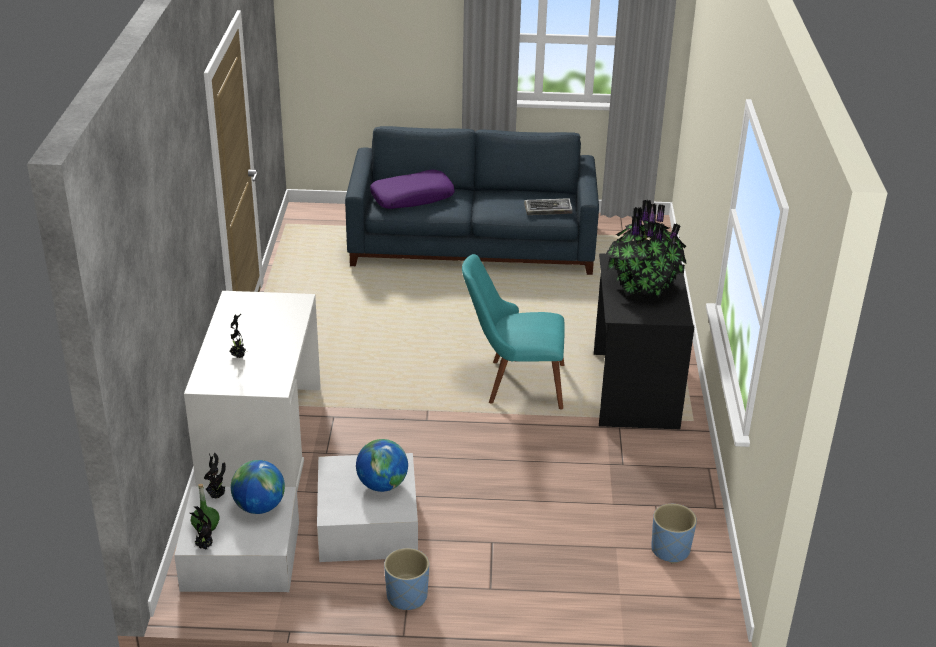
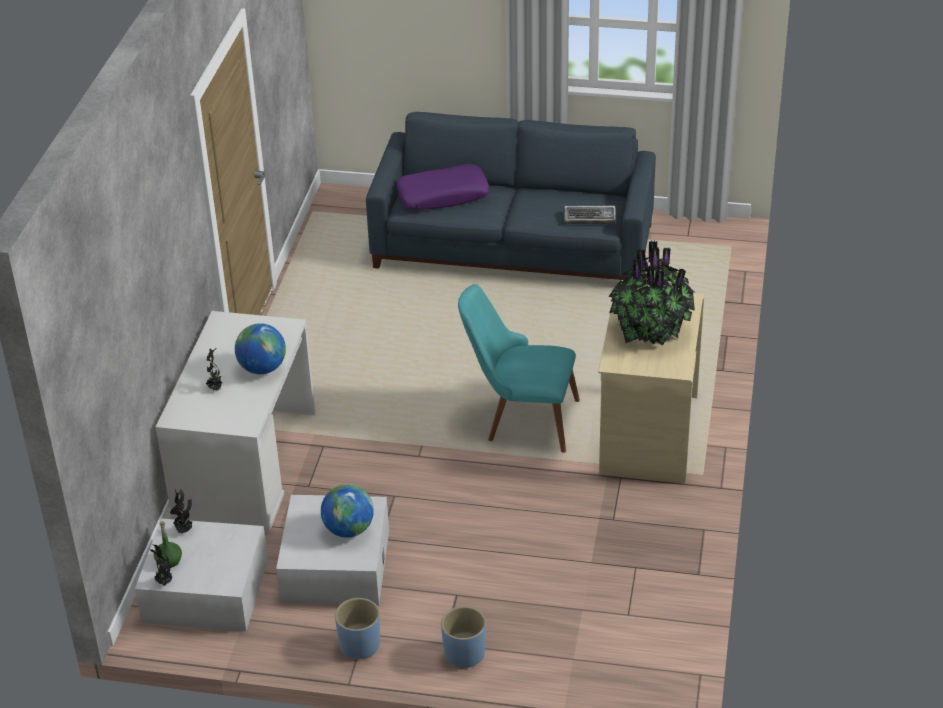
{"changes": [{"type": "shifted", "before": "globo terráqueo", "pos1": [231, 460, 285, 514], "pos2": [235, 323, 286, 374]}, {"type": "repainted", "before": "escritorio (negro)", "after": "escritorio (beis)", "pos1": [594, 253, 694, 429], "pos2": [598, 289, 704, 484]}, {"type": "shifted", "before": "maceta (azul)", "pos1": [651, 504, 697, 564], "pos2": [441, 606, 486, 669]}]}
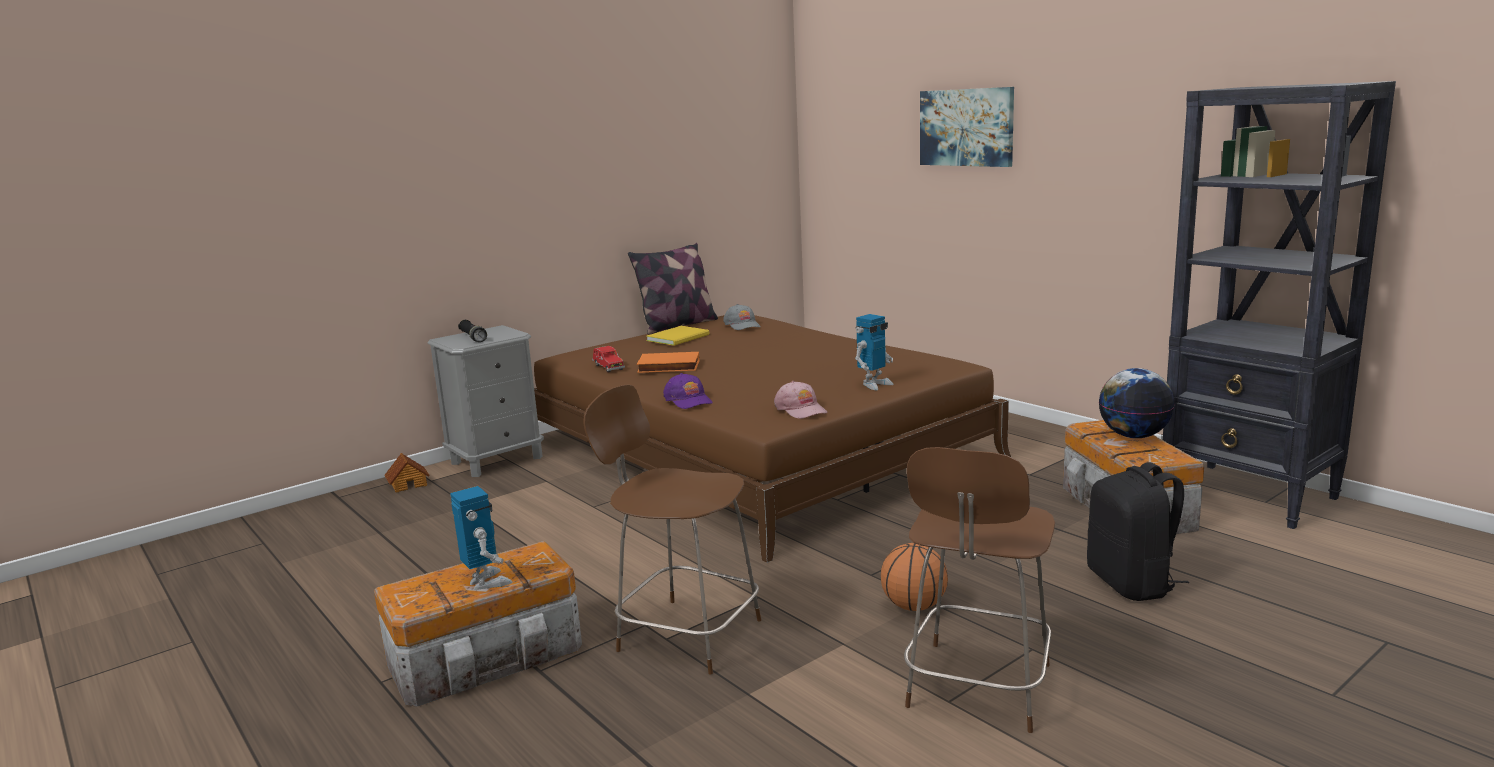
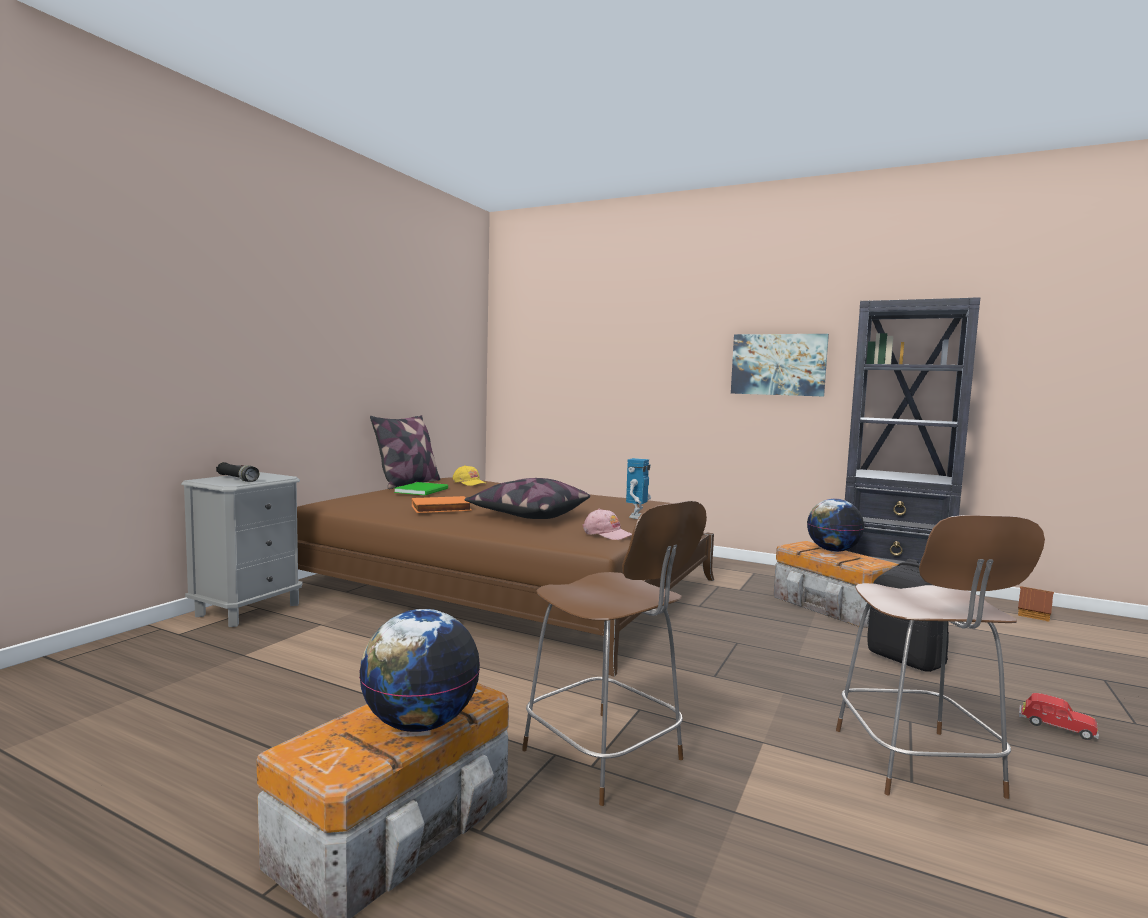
{"changes": [{"type": "shifted", "before": "casita", "pos1": [384, 453, 430, 493], "pos2": [1018, 586, 1054, 622]}, {"type": "swapped", "before": "robot de juguete", "after": "globo terráqueo", "pos1": [450, 486, 512, 590], "pos2": [359, 609, 480, 732]}, {"type": "rotated", "before": "silla (marrón)", "pos1": [583, 384, 761, 675], "pos2": [522, 501, 707, 806], "turn": -135}, {"type": "shifted", "before": "coche de juguete (rojo)", "pos1": [592, 346, 625, 373], "pos2": [1019, 693, 1099, 740]}, {"type": "repainted", "before": "libro (amarillo)", "after": "libro (verde)", "pos1": [647, 326, 710, 346], "pos2": [394, 482, 448, 495]}, {"type": "gone", "before": "gorra (morado)", "pos1": [663, 373, 713, 409]}, {"type": "repainted", "before": "gorra (gris)", "after": "gorra (amarillo)", "pos1": [723, 304, 761, 330], "pos2": [453, 465, 487, 486]}, {"type": "gone", "before": "balón de baloncesto", "pos1": [881, 543, 948, 611]}, {"type": "shifted", "before": "cuadro", "pos1": [920, 87, 1014, 167], "pos2": [731, 334, 829, 397]}, {"type": "new", "after": "cojín", "pos2": [464, 478, 590, 519]}]}
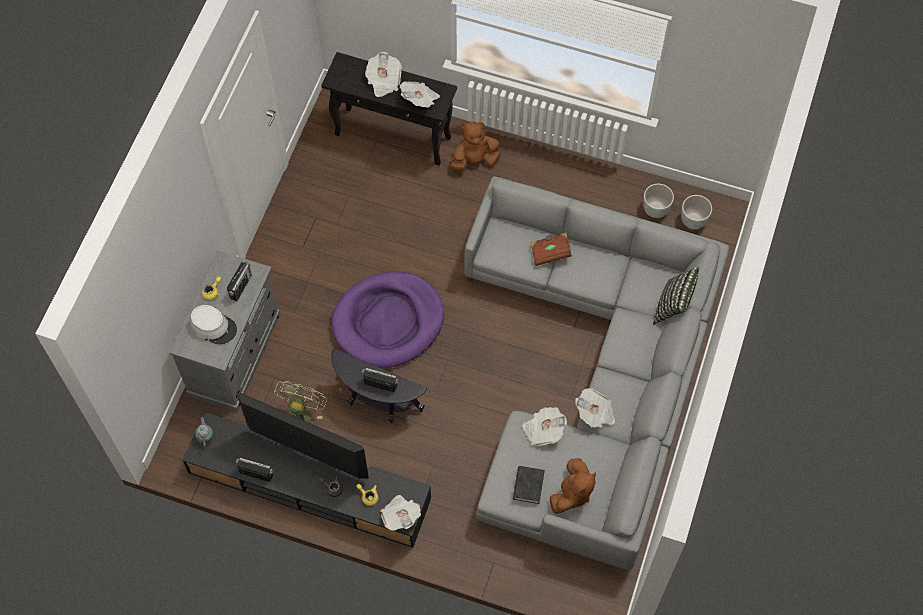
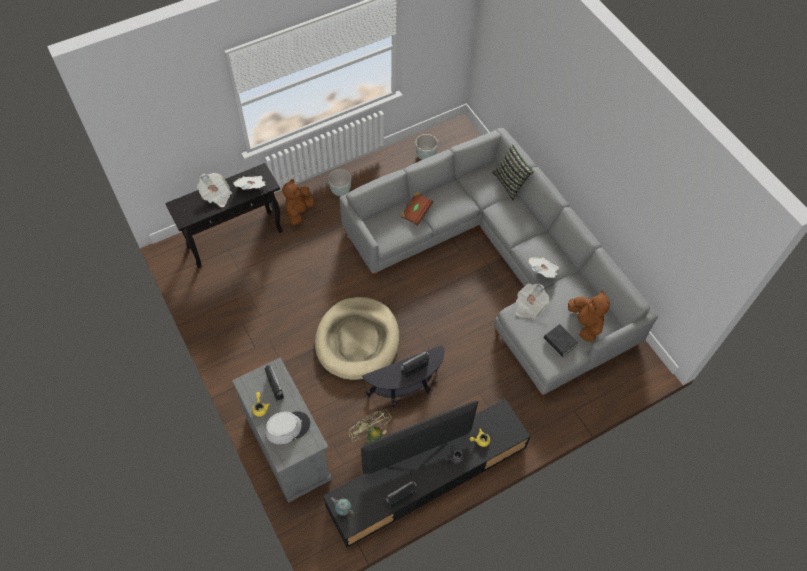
{"changes": [{"type": "repainted", "before": "cama para perro (morado)", "after": "cama para perro (beis)", "pos1": [331, 272, 444, 368], "pos2": [315, 297, 400, 380]}, {"type": "gone", "before": "periódico", "pos1": [380, 495, 421, 531]}, {"type": "shifted", "before": "maceta (gris)", "pos1": [681, 195, 712, 230], "pos2": [328, 169, 351, 196]}]}
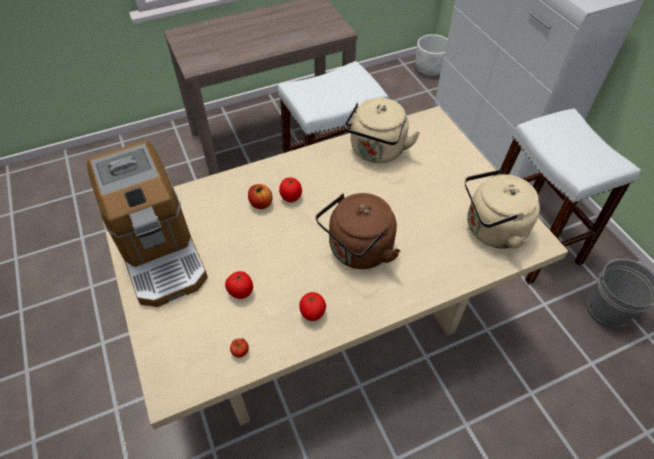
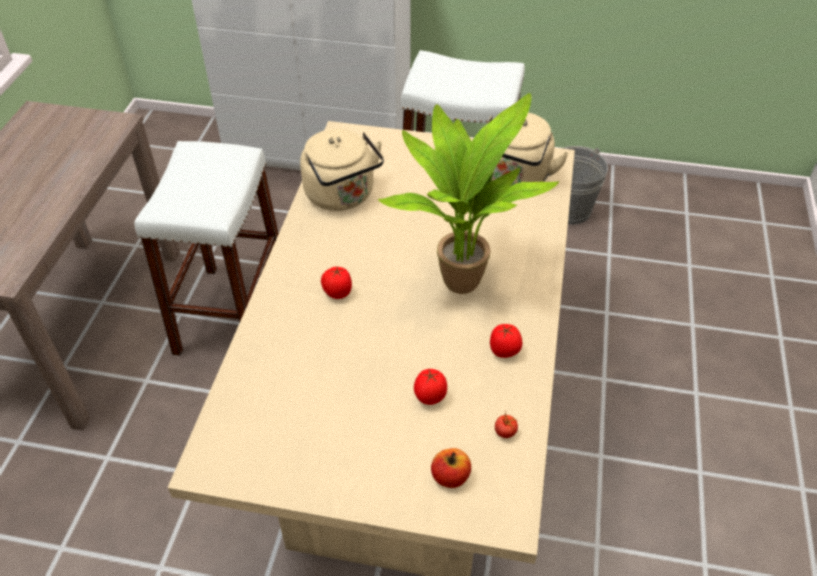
{"changes": [{"type": "gone", "before": "cafetera", "pos1": [87, 141, 208, 307]}, {"type": "shifted", "before": "manzana", "pos1": [248, 184, 273, 209], "pos2": [431, 448, 471, 488]}, {"type": "swapped", "before": "hervidor (marrón)", "after": "planta en maceta", "pos1": [316, 193, 401, 269], "pos2": [378, 93, 559, 294]}, {"type": "gone", "before": "maceta (blanco)", "pos1": [416, 34, 447, 76]}]}
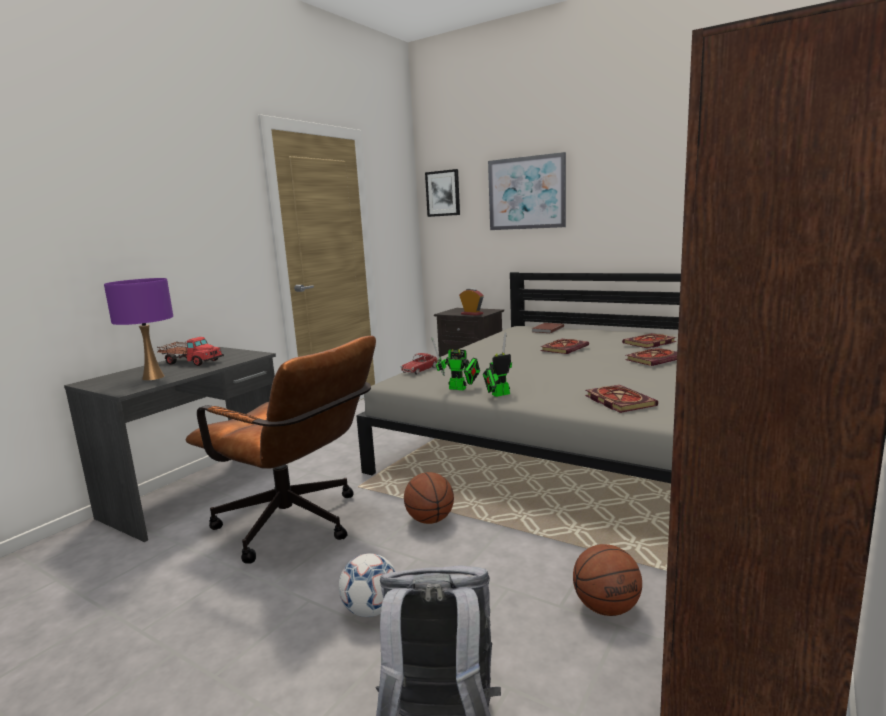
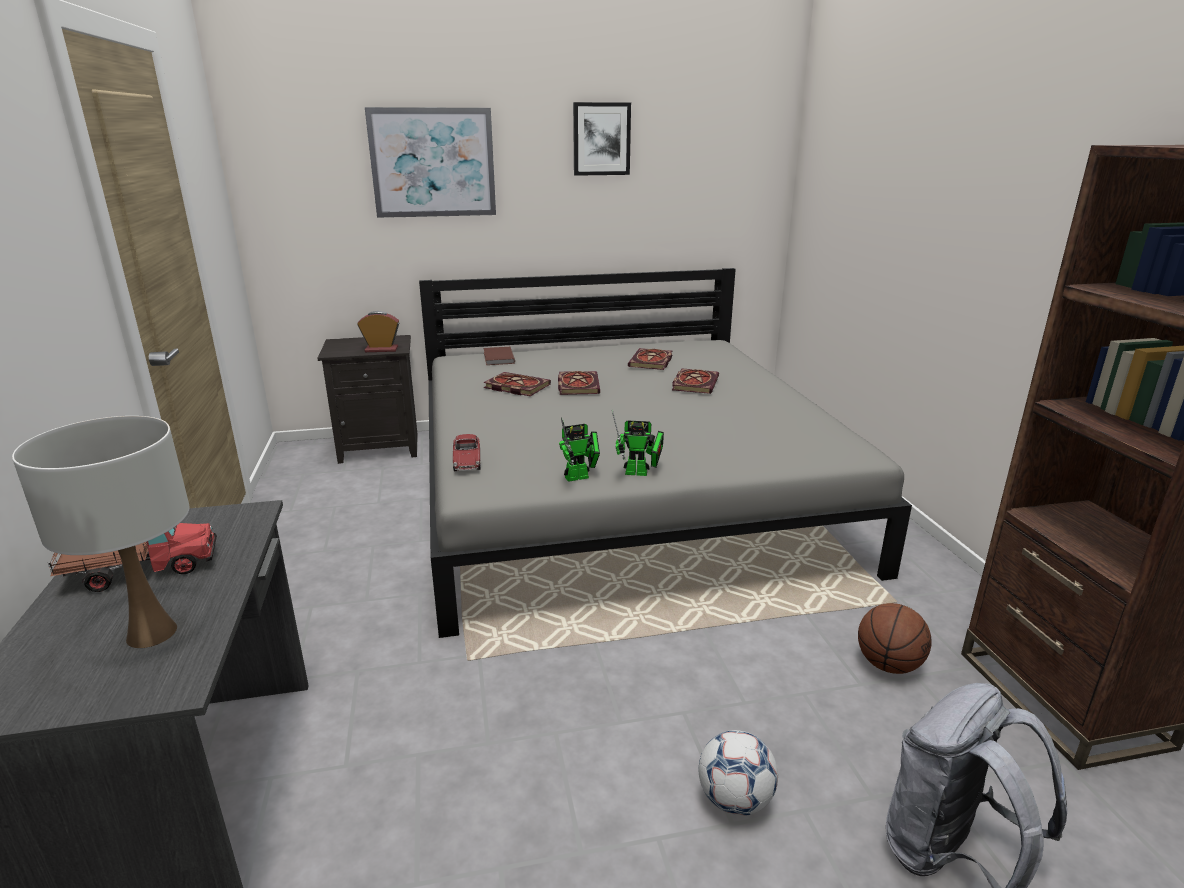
{"changes": [{"type": "repainted", "before": "lámpara de mesa (morado)", "after": "lámpara de mesa (blanco)", "pos1": [104, 278, 173, 381], "pos2": [12, 416, 190, 648]}, {"type": "gone", "before": "silla de oficina (marrón)", "pos1": [186, 336, 376, 564]}, {"type": "gone", "before": "balón de baloncesto", "pos1": [404, 472, 454, 524]}, {"type": "shifted", "before": "cuadro", "pos1": [425, 169, 460, 217], "pos2": [573, 102, 631, 176]}, {"type": "rotated", "before": "robot de juguete", "pos1": [483, 332, 512, 397], "pos2": [612, 410, 664, 476], "turn": -105}, {"type": "shifted", "before": "libro", "pos1": [585, 385, 658, 413], "pos2": [483, 372, 551, 396]}]}
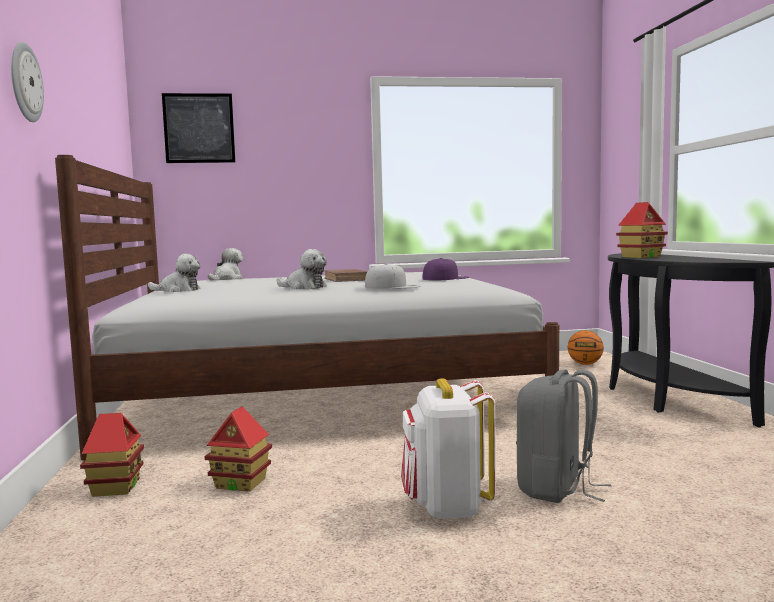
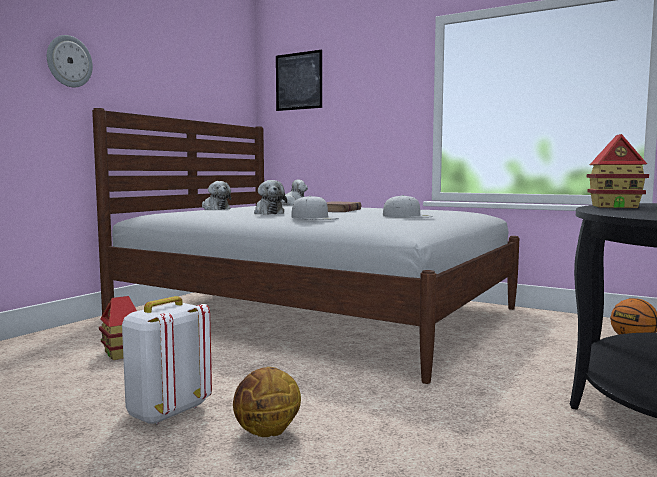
{"changes": [{"type": "gone", "before": "casita", "pos1": [80, 413, 144, 497]}, {"type": "repainted", "before": "gorra (morado)", "after": "gorra (blanco)", "pos1": [423, 258, 469, 280], "pos2": [383, 195, 433, 218]}, {"type": "swapped", "before": "mochila (gris)", "after": "balón de baloncesto", "pos1": [516, 370, 611, 503], "pos2": [233, 367, 301, 437]}]}
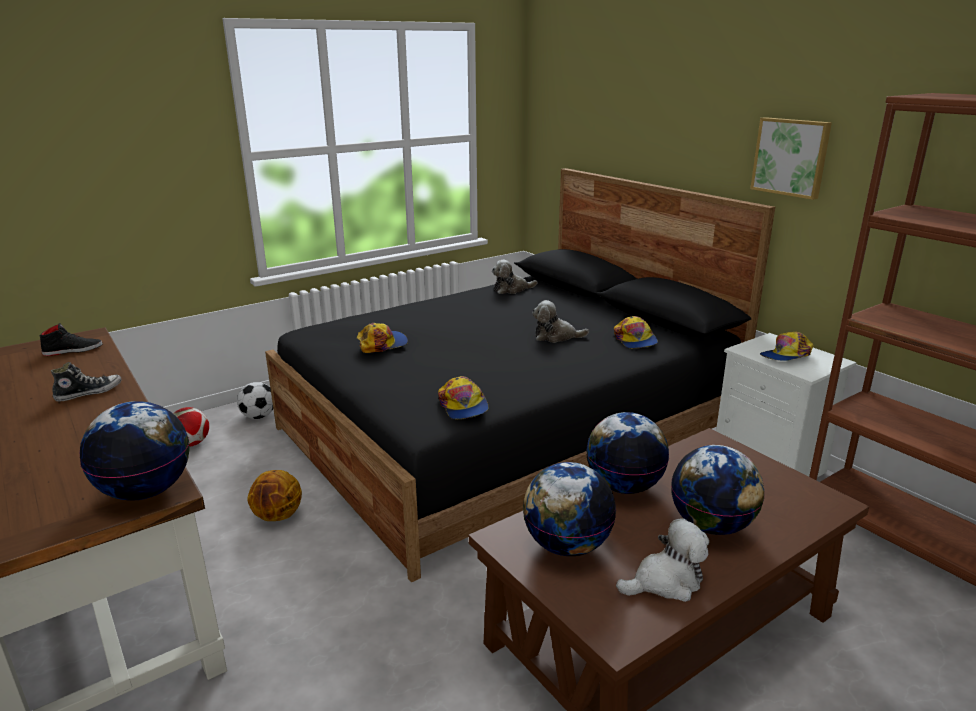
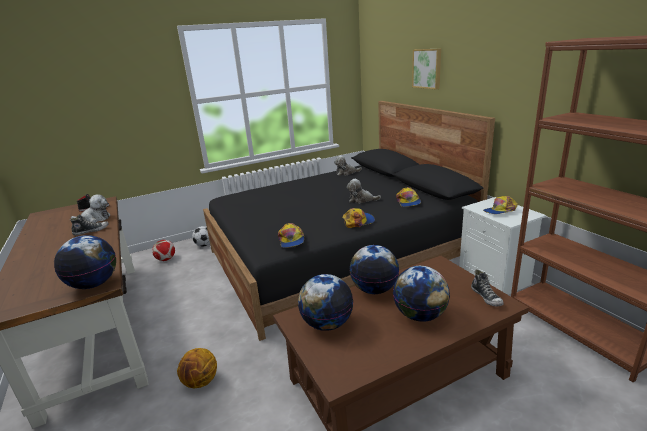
{"changes": [{"type": "shifted", "before": "balón de baloncesto", "pos1": [247, 470, 302, 521], "pos2": [177, 348, 217, 388]}, {"type": "shifted", "before": "gorra", "pos1": [357, 323, 408, 353], "pos2": [342, 208, 375, 228]}, {"type": "shifted", "before": "peluche", "pos1": [616, 518, 709, 602], "pos2": [71, 194, 110, 223]}, {"type": "shifted", "before": "cuadro", "pos1": [750, 117, 832, 200], "pos2": [412, 49, 441, 89]}, {"type": "new", "after": "zapato", "pos2": [471, 269, 504, 306]}]}
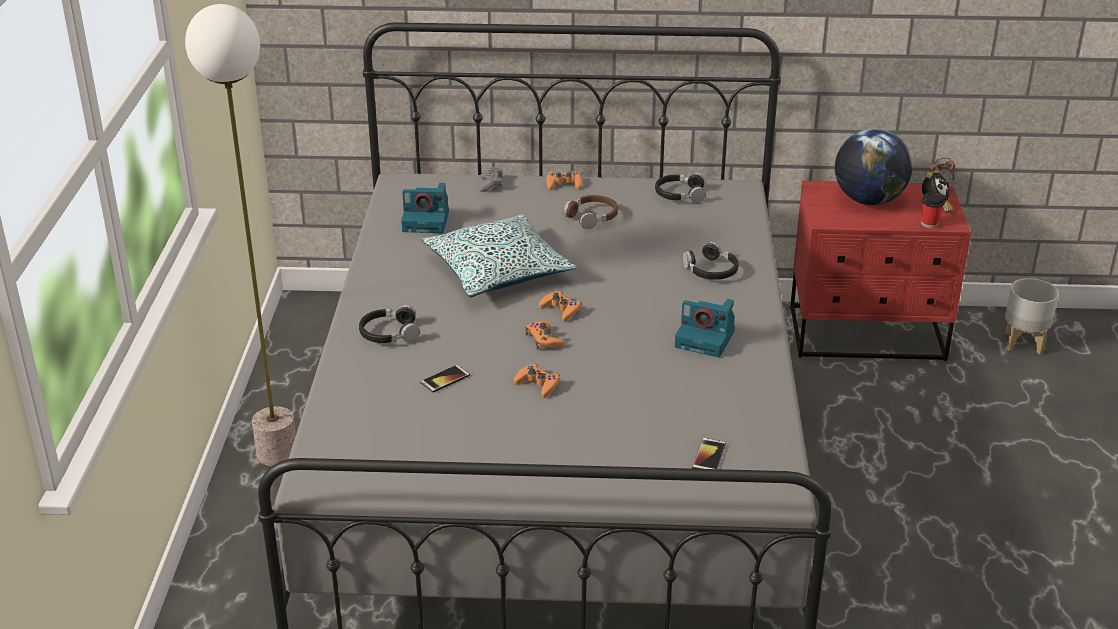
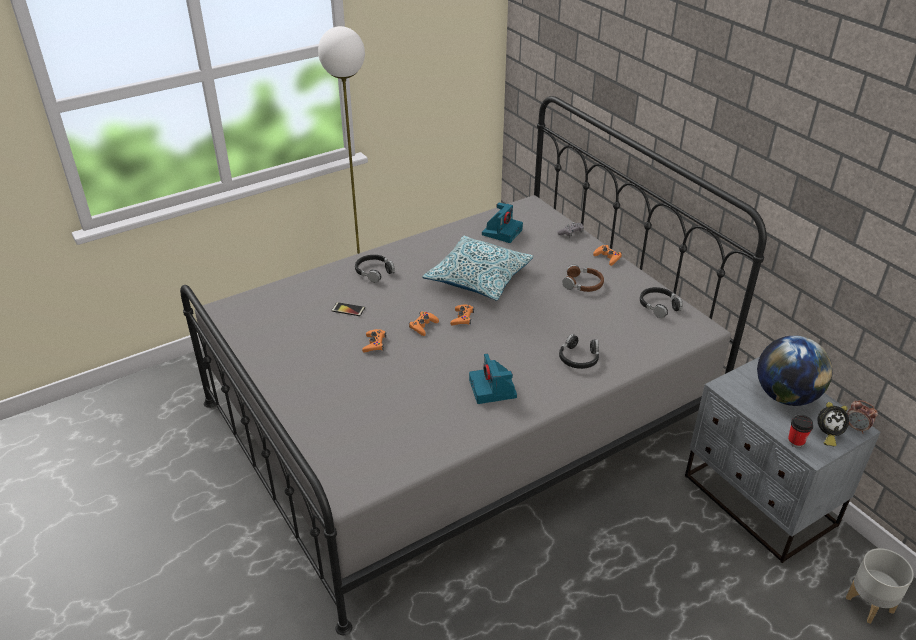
{"changes": [{"type": "rotated", "before": "cámara", "pos1": [401, 183, 449, 233], "pos2": [482, 203, 523, 243], "turn": -120}, {"type": "gone", "before": "móvil", "pos1": [692, 438, 726, 469]}, {"type": "repainted", "before": "mesita de noche (rojo)", "after": "mesita de noche (gris)", "pos1": [790, 181, 971, 361], "pos2": [685, 357, 880, 563]}]}
